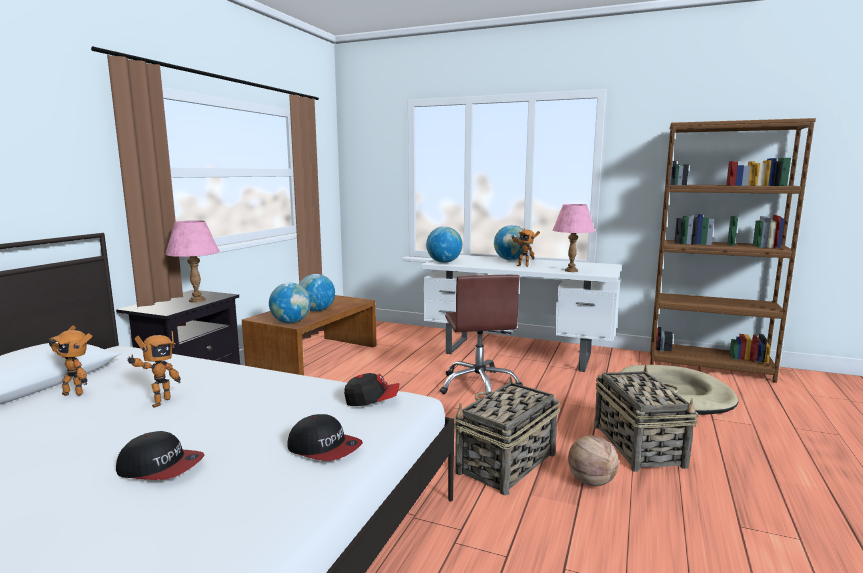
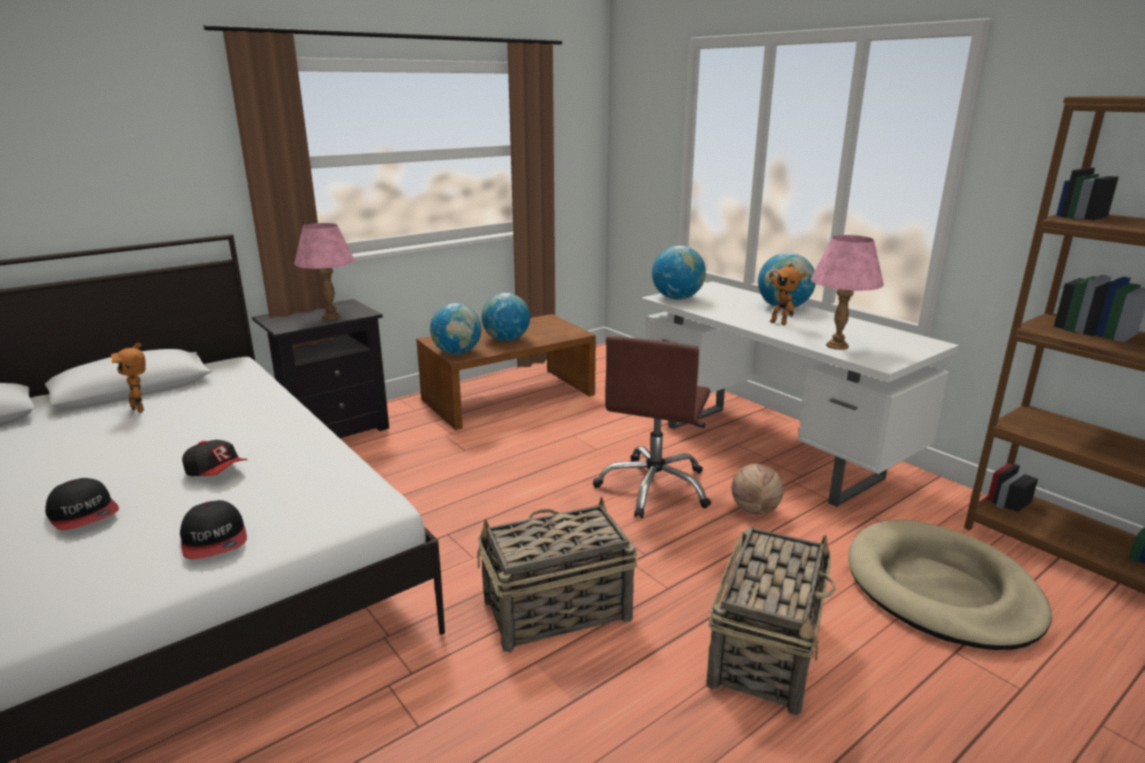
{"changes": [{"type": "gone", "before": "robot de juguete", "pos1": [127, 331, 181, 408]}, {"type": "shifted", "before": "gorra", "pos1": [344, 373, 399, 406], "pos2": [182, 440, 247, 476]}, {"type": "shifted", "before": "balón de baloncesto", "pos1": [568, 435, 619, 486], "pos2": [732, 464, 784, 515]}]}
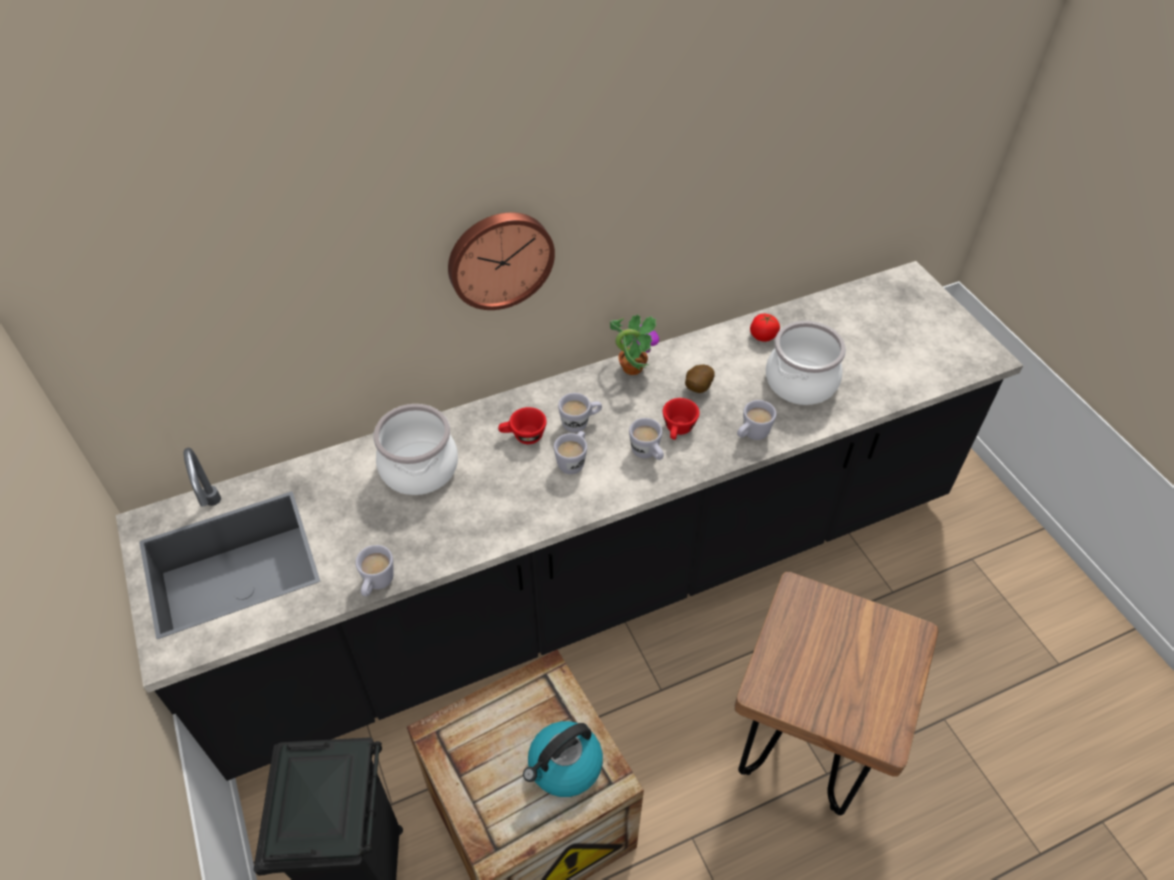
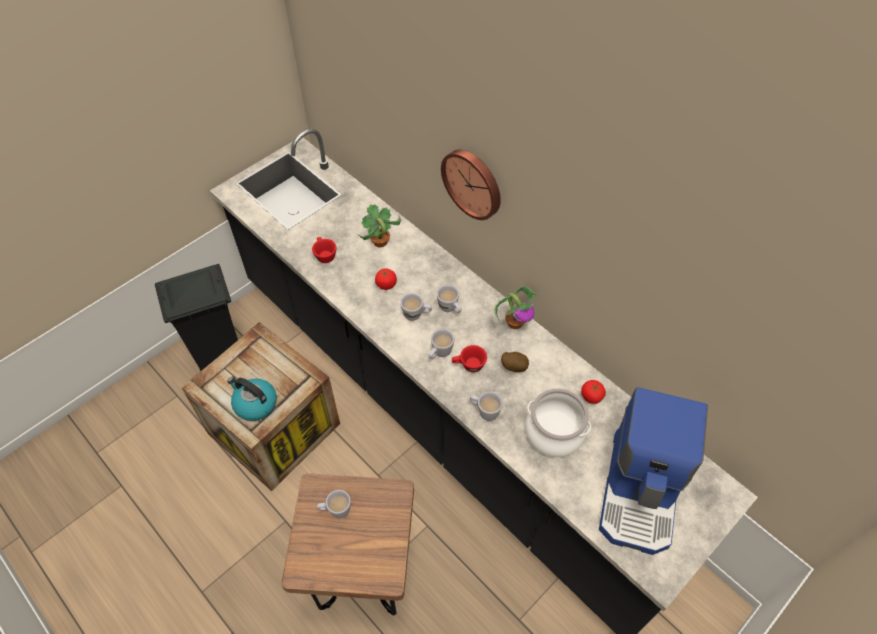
{"changes": [{"type": "shifted", "before": "taza grande (blanco)", "pos1": [355, 545, 394, 597], "pos2": [317, 490, 351, 518]}, {"type": "swapped", "before": "olla", "after": "planta en maceta", "pos1": [373, 404, 458, 495], "pos2": [357, 204, 401, 248]}, {"type": "shifted", "before": "taza (rojo)", "pos1": [498, 407, 547, 444], "pos2": [312, 237, 336, 263]}, {"type": "new", "after": "tomate", "pos2": [375, 268, 397, 290]}, {"type": "new", "after": "cafetera", "pos2": [599, 387, 708, 555]}]}
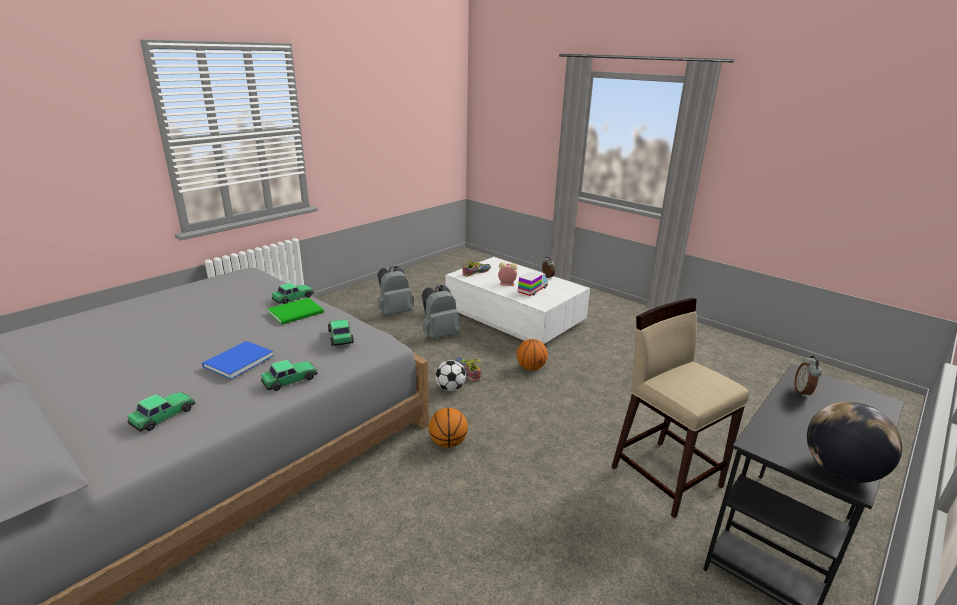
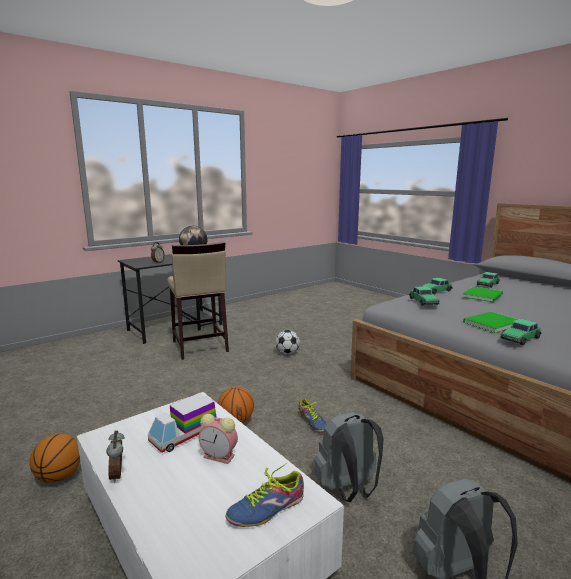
{"changes": [{"type": "repainted", "before": "libro (azul)", "after": "libro (verde)", "pos1": [202, 341, 274, 379], "pos2": [463, 287, 503, 302]}, {"type": "shifted", "before": "balón de baloncesto", "pos1": [429, 408, 468, 448], "pos2": [30, 434, 80, 483]}, {"type": "shifted", "before": "balón de fútbol", "pos1": [435, 360, 466, 391], "pos2": [276, 330, 300, 354]}]}
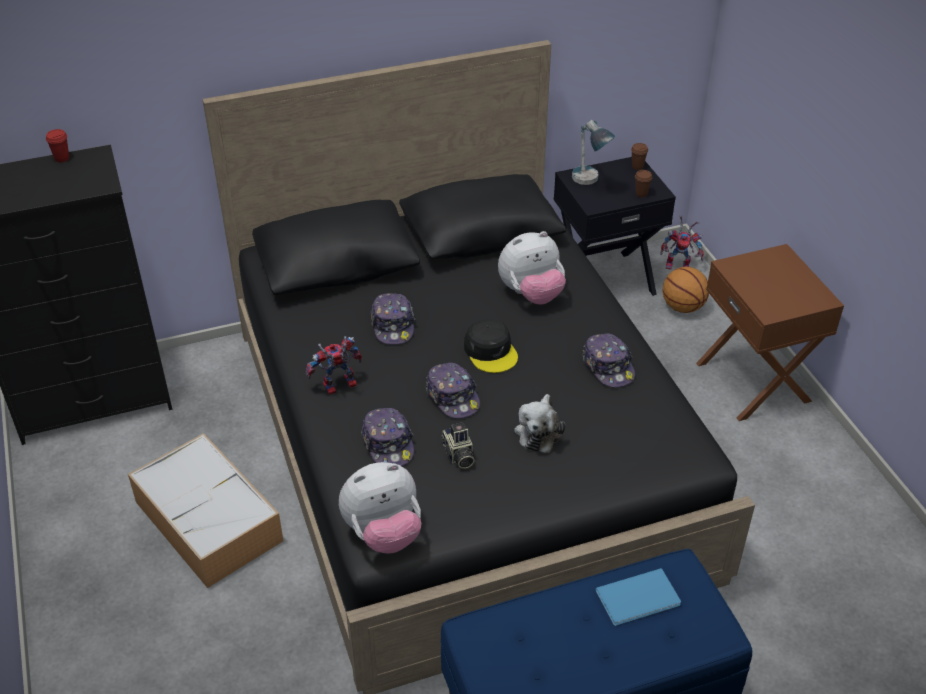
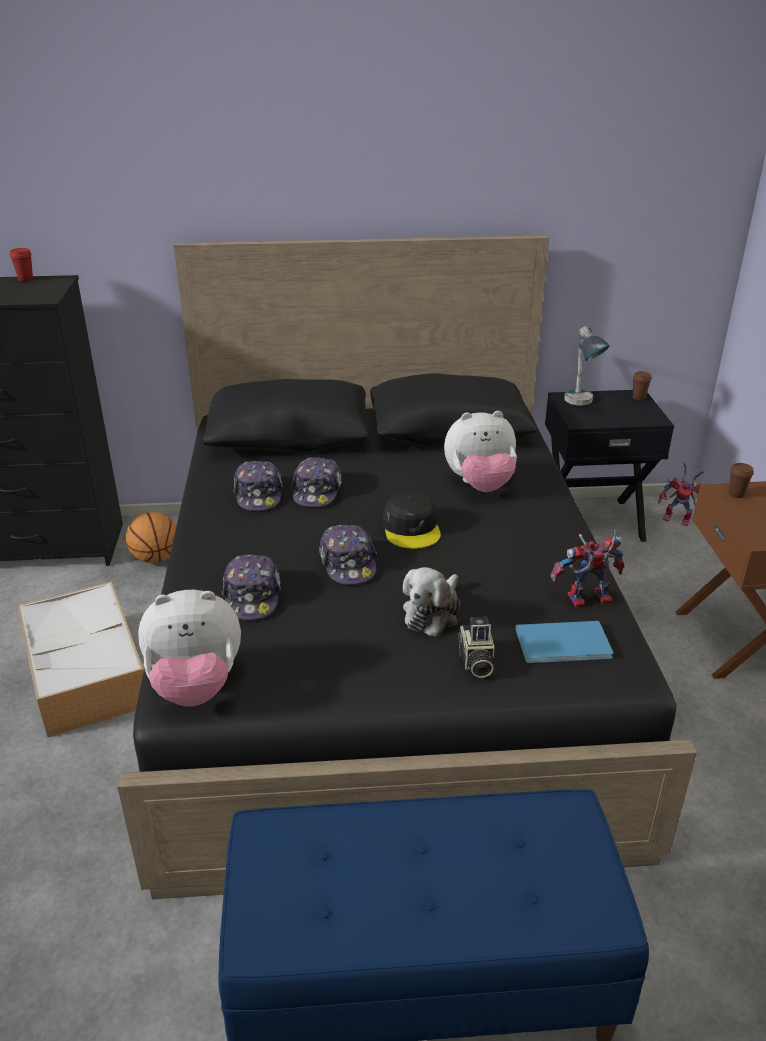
{"changes": [{"type": "shifted", "before": "robot de juguete", "pos1": [306, 336, 362, 395], "pos2": [550, 529, 625, 608]}, {"type": "shifted", "before": "cámara", "pos1": [441, 422, 475, 469], "pos2": [458, 617, 495, 678]}, {"type": "shifted", "before": "gorra", "pos1": [582, 334, 635, 387], "pos2": [233, 461, 283, 511]}, {"type": "shifted", "before": "libro (azul)", "pos1": [595, 568, 681, 626], "pos2": [515, 621, 613, 663]}, {"type": "shifted", "before": "taza (marrón)", "pos1": [635, 170, 652, 197], "pos2": [729, 463, 754, 498]}, {"type": "shifted", "before": "balón de baloncesto", "pos1": [663, 267, 709, 313], "pos2": [126, 512, 176, 563]}]}
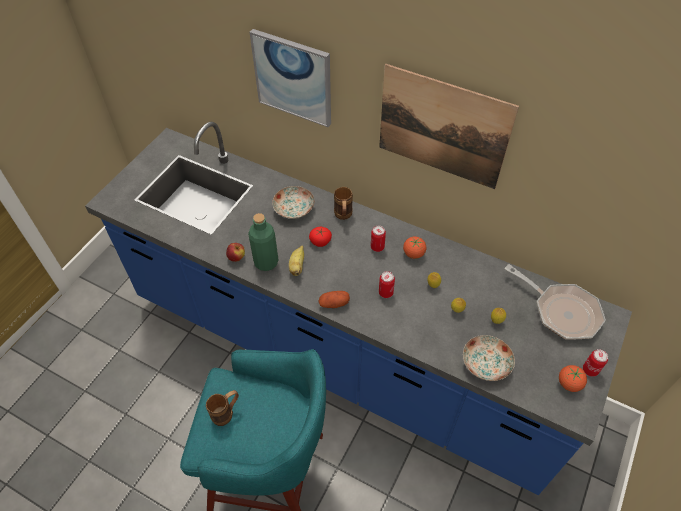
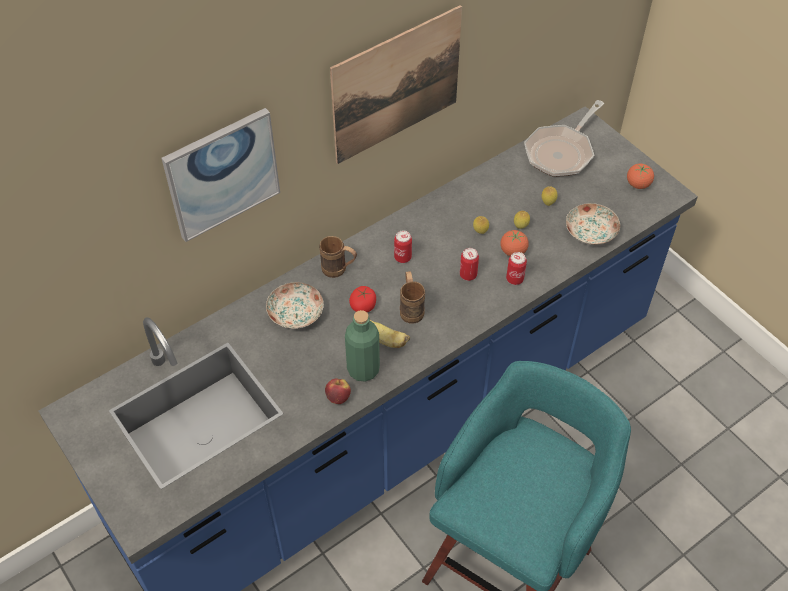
{"changes": [{"type": "shifted", "before": "taza grande (marrón)", "pos1": [206, 390, 239, 426], "pos2": [400, 271, 425, 324]}, {"type": "gone", "before": "patata", "pos1": [319, 291, 350, 308]}, {"type": "shifted", "before": "tomate", "pos1": [403, 237, 426, 259], "pos2": [500, 230, 529, 256]}, {"type": "rotated", "before": "sartén", "pos1": [505, 264, 606, 340], "pos2": [524, 100, 604, 177], "turn": 150}, {"type": "shifted", "before": "lata", "pos1": [583, 349, 608, 377], "pos2": [506, 252, 527, 285]}]}
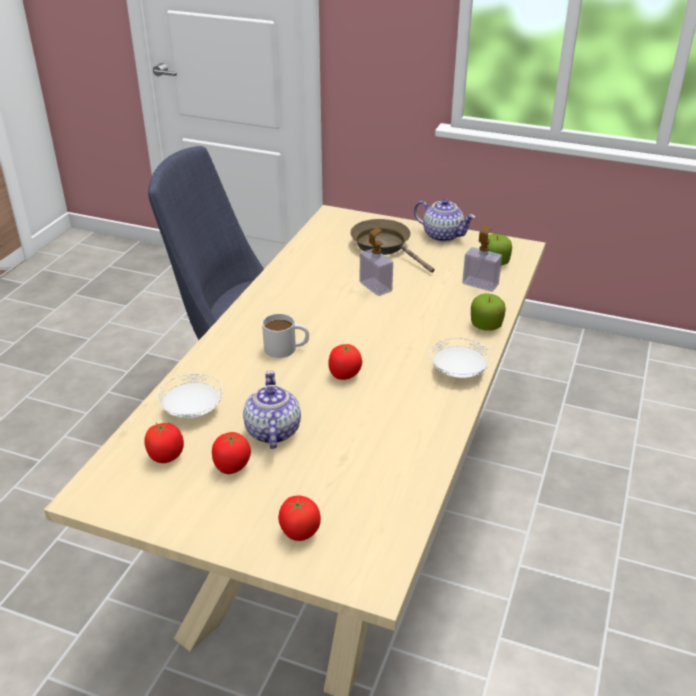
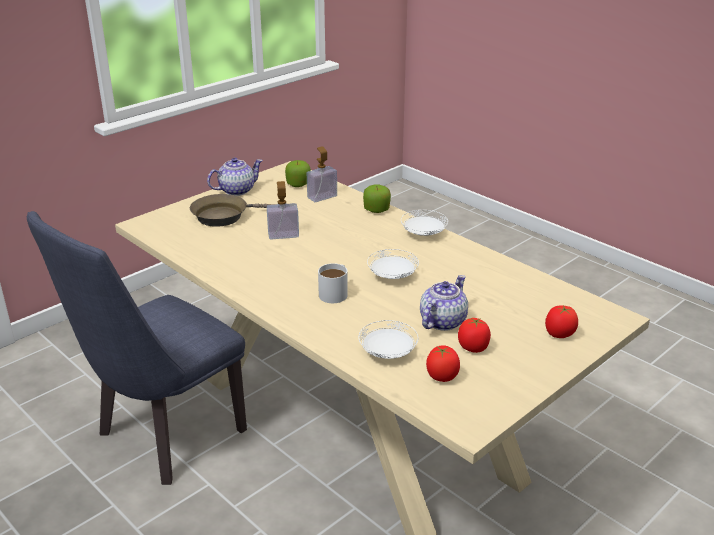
{"changes": [{"type": "rotated", "before": "tetera", "pos1": [243, 370, 301, 449], "pos2": [420, 275, 468, 331], "turn": 105}, {"type": "swapped", "before": "tomate", "after": "plato (blanco)", "pos1": [328, 344, 362, 380], "pos2": [367, 249, 419, 279]}]}
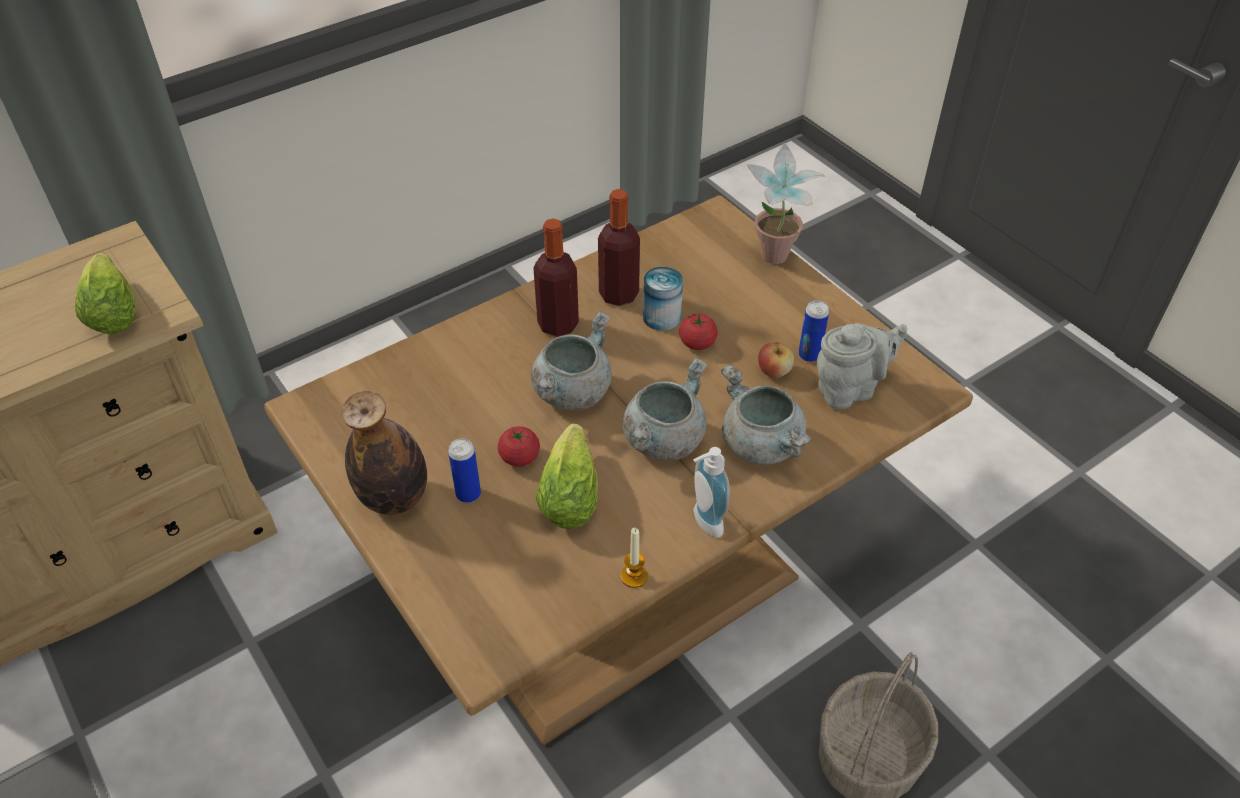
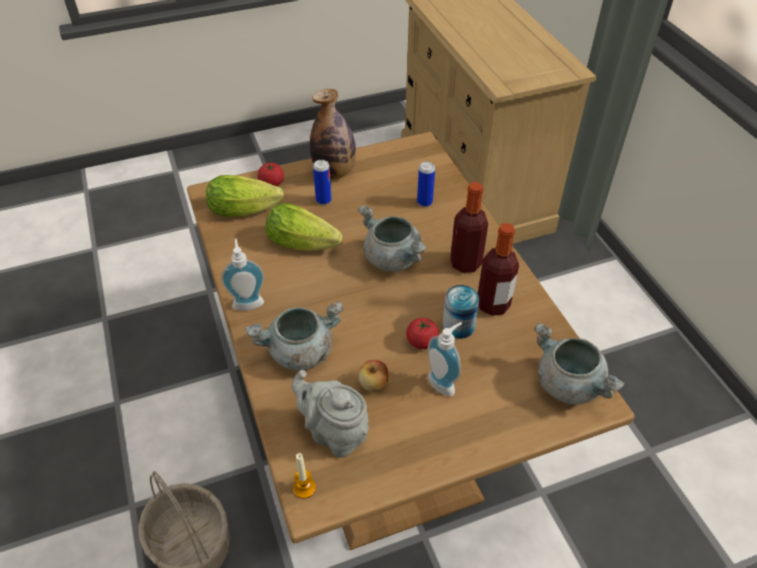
{"changes": [{"type": "shifted", "before": "lechuga", "pos1": [75, 253, 135, 334], "pos2": [206, 175, 284, 217]}, {"type": "shifted", "before": "tomate", "pos1": [498, 426, 540, 467], "pos2": [257, 163, 284, 186]}, {"type": "shifted", "before": "vela", "pos1": [621, 528, 648, 588], "pos2": [293, 453, 316, 499]}, {"type": "shifted", "before": "olla (gris)", "pos1": [622, 357, 707, 461], "pos2": [534, 323, 625, 405]}, {"type": "gone", "before": "planta en maceta", "pos1": [747, 142, 826, 264]}, {"type": "shifted", "before": "lata", "pos1": [798, 300, 829, 362], "pos2": [417, 162, 435, 207]}, {"type": "rotated", "before": "tetera (gris)", "pos1": [817, 323, 908, 409], "pos2": [292, 370, 369, 458], "turn": 135}, {"type": "new", "after": "dispensador de jabón", "pos2": [428, 322, 462, 396]}]}
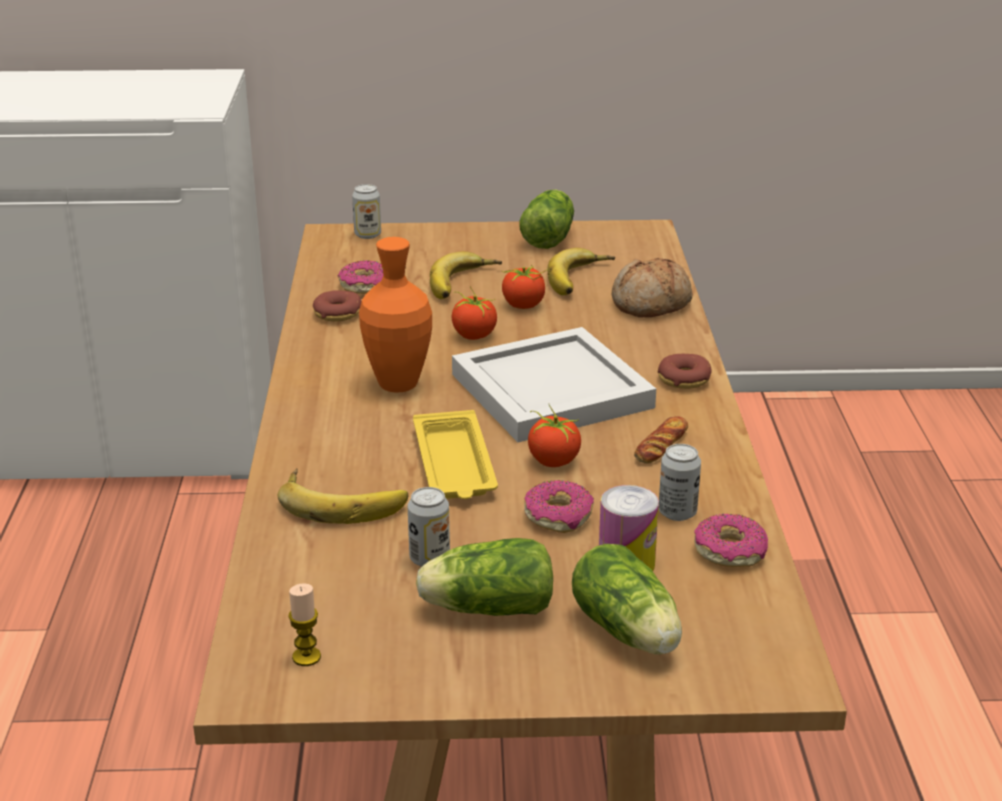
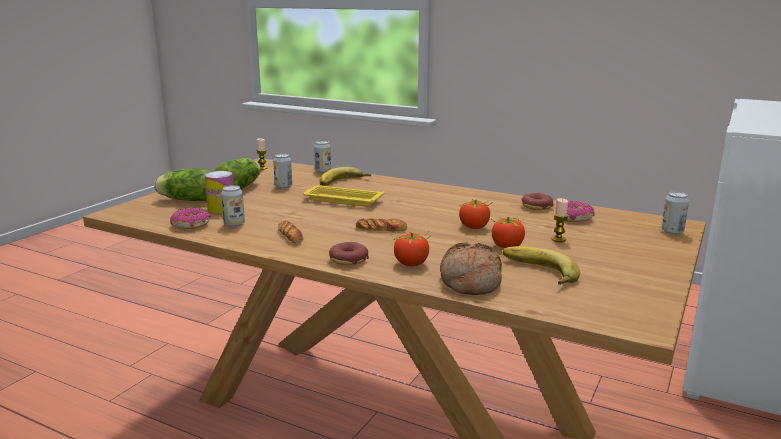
{"changes": [{"type": "gone", "before": "florero (naranja)", "pos1": [359, 237, 432, 393]}, {"type": "swapped", "before": "plátano", "after": "vela", "pos1": [430, 251, 502, 299], "pos2": [552, 198, 569, 242]}, {"type": "swapped", "before": "bandeja (blanco)", "after": "pan", "pos1": [452, 327, 656, 442], "pos2": [356, 218, 407, 231]}, {"type": "gone", "before": "lechuga", "pos1": [520, 189, 574, 249]}, {"type": "gone", "before": "rosquilla", "pos1": [524, 480, 594, 533]}, {"type": "shifted", "before": "tomate", "pos1": [528, 405, 581, 467], "pos2": [394, 231, 431, 266]}, {"type": "new", "after": "lata", "pos2": [314, 141, 331, 173]}]}
